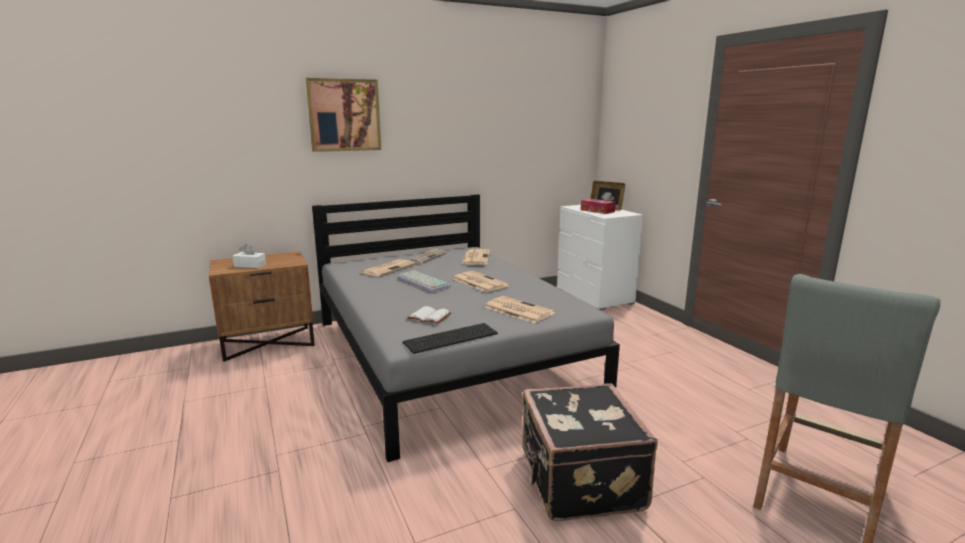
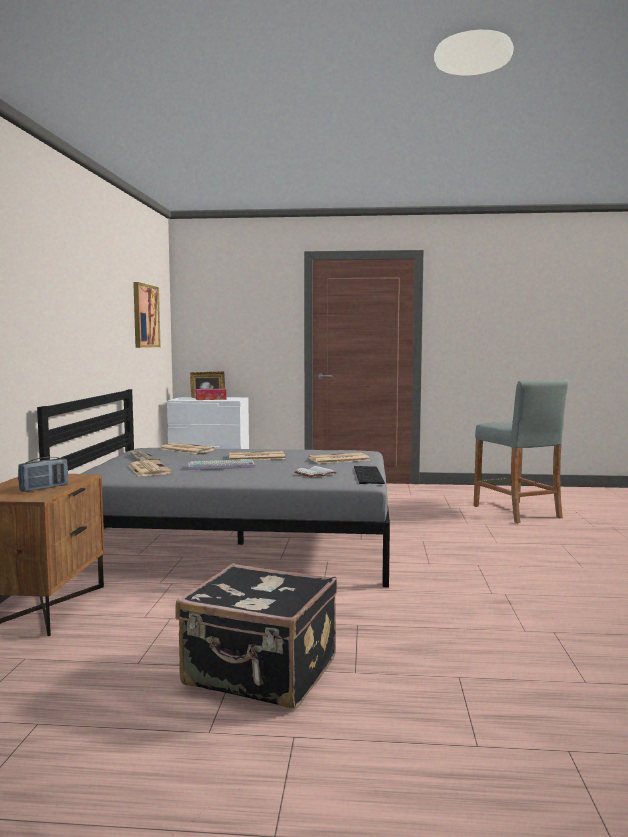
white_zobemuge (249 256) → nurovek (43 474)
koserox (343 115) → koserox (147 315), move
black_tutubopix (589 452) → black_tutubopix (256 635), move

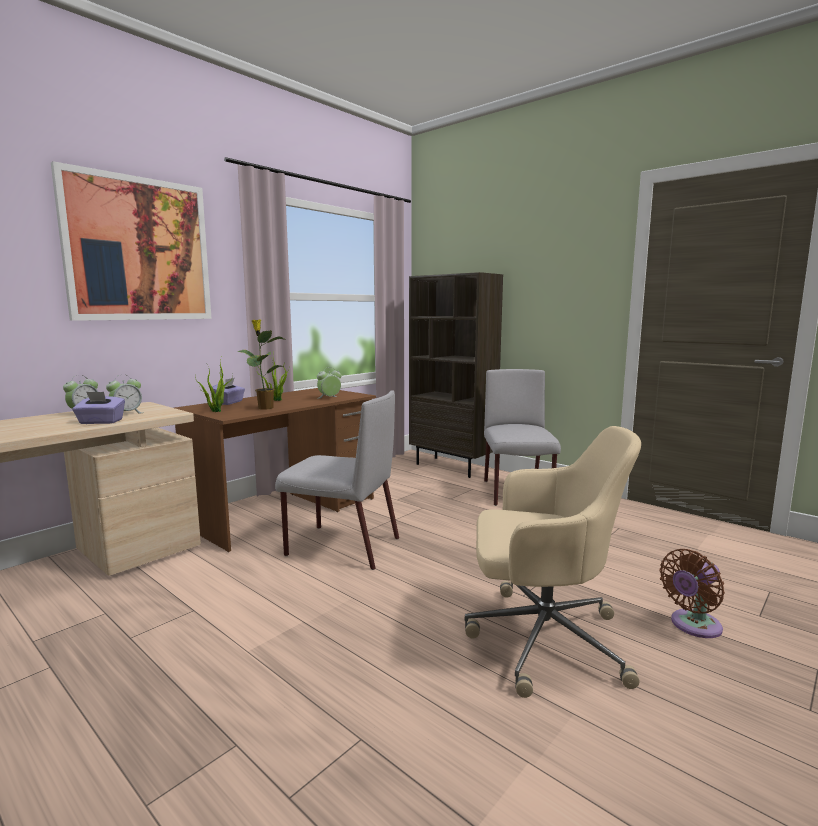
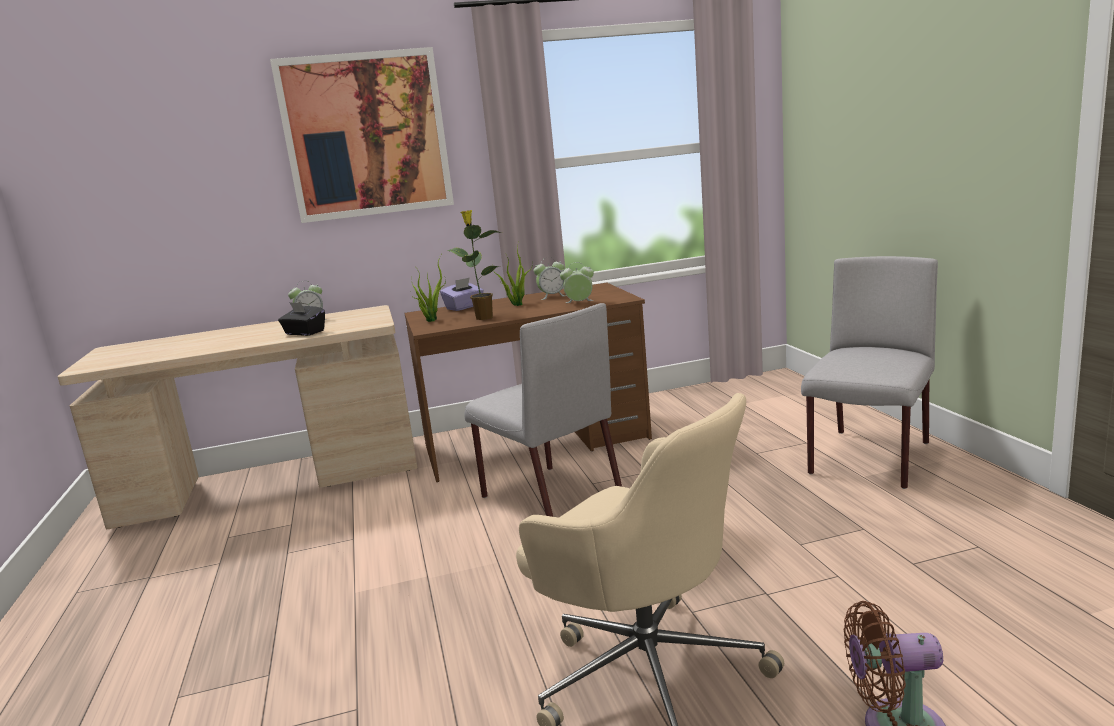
purple_zobemuge (98 408) → black_zobemuge (301 319)
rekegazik (125 394) → rekegazik (549 278), move
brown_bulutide (456 375) → -

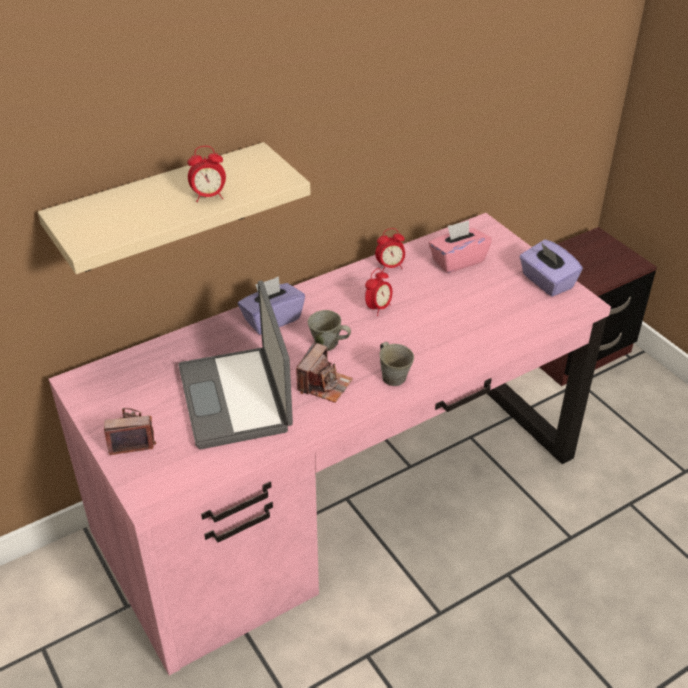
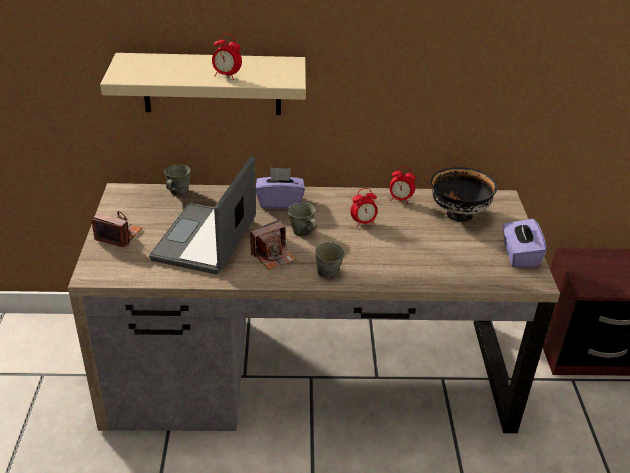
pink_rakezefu (330 444) → brown_rakezefu (314 308)
- → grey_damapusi (178 180)
pink_zobemuge (460 246) → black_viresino (464 194)

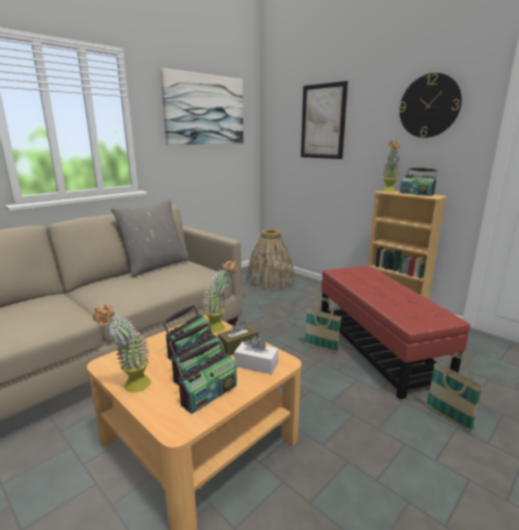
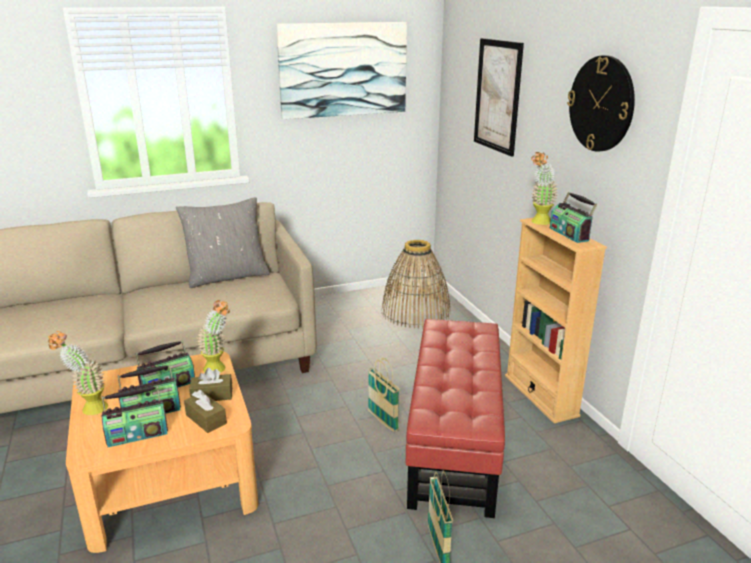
white_zobemuge (256 355) → brown_zobemuge (205 411)

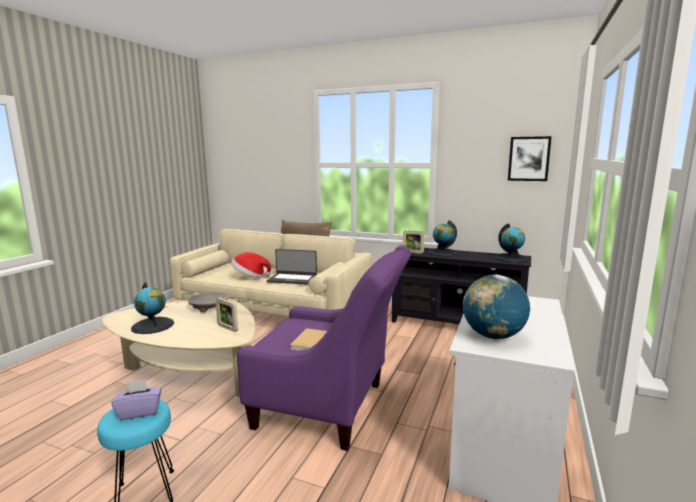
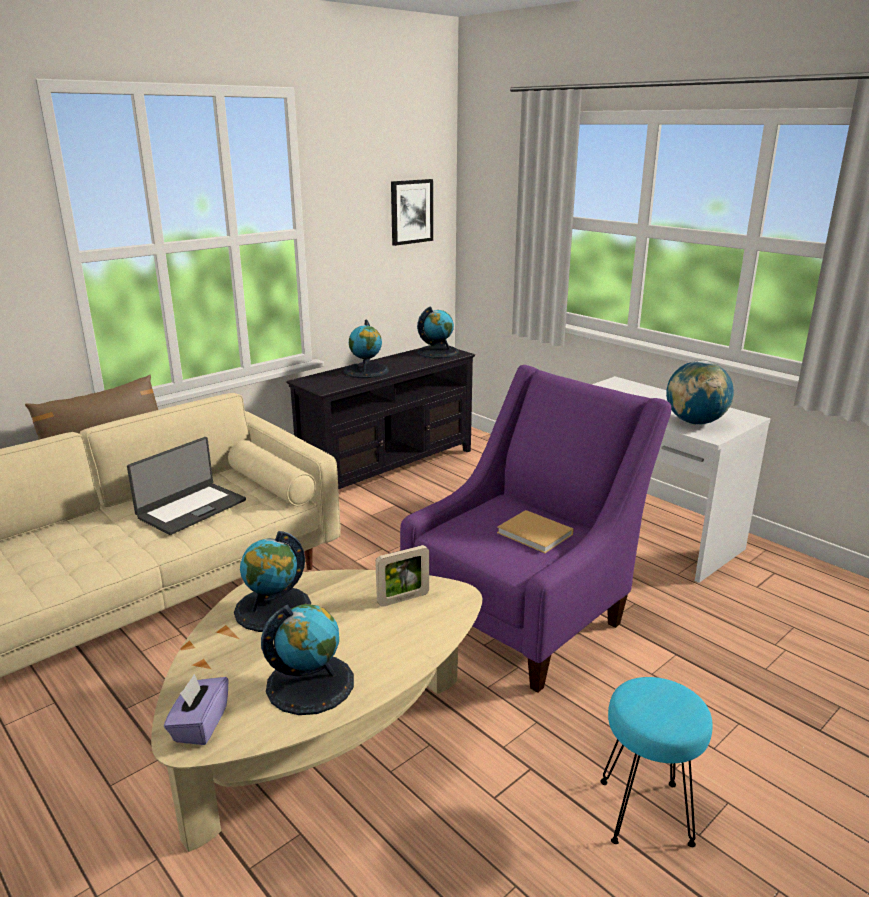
purple_zobemuge (136 399) → purple_zobemuge (196 709), move
beige_viresino (208 302) → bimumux (272 581)
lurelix (251 265) → -
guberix (414 242) → -

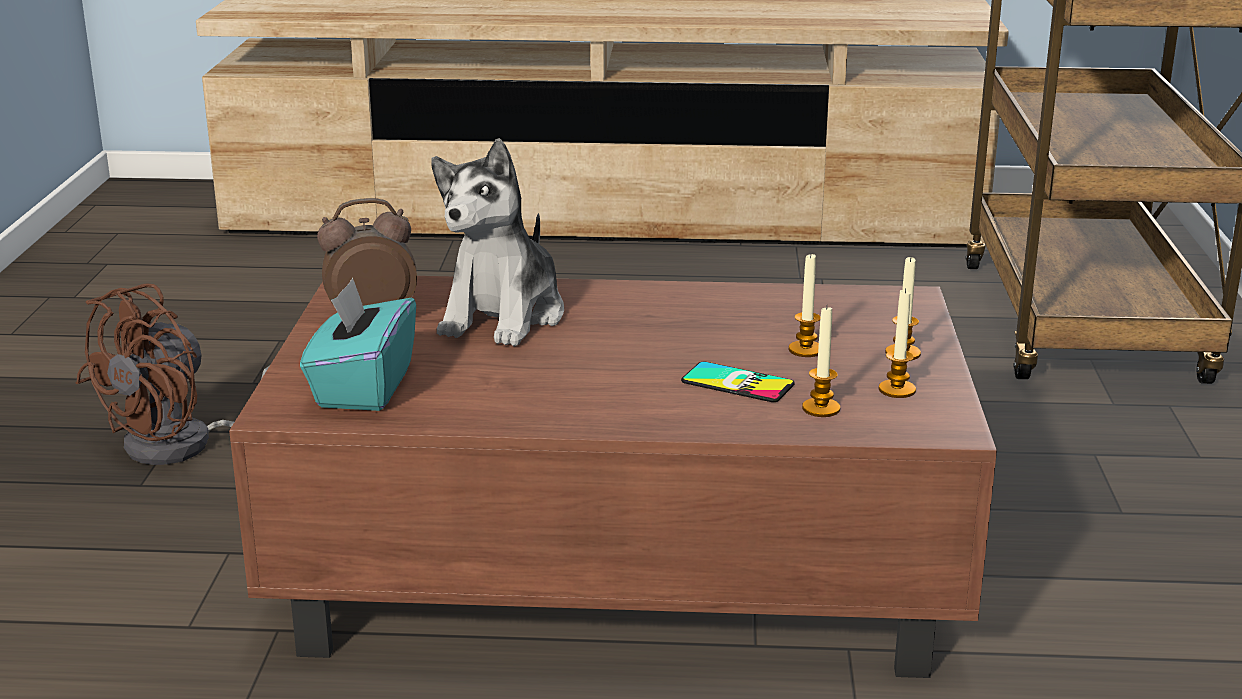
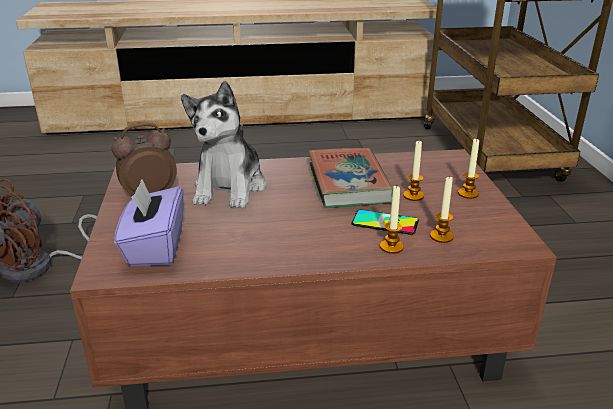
turquoise_zobemuge (358 344) → purple_zobemuge (148 222)
- → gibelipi (350 178)
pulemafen (897 343) → pulemafen (392 220), move

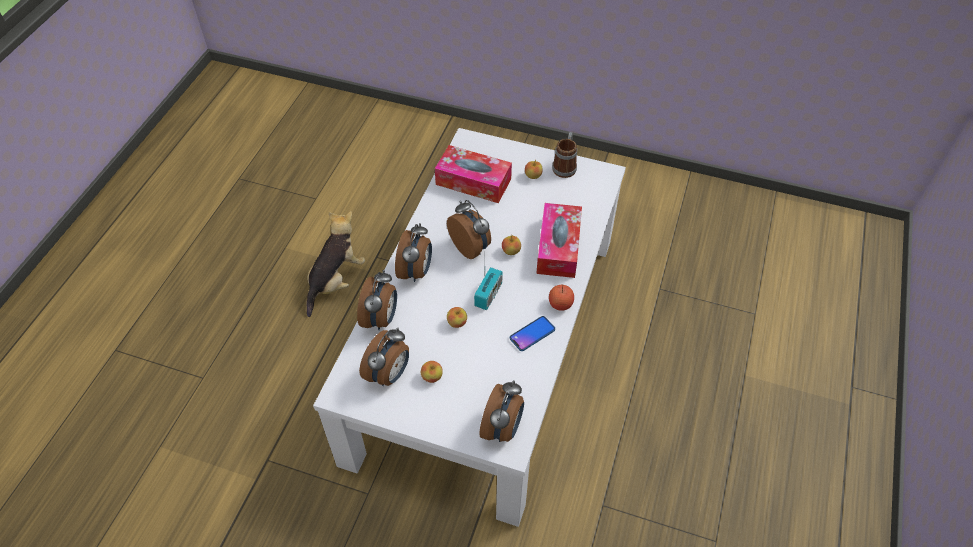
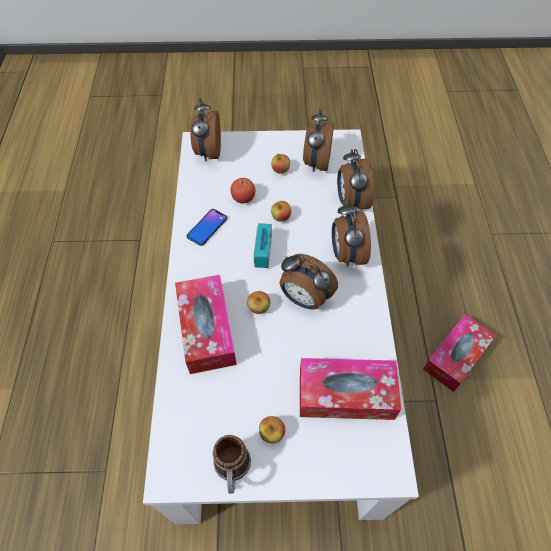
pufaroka (561 298) → pufaroka (243 190), move
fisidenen (336 264) → zobemuge (459 353)

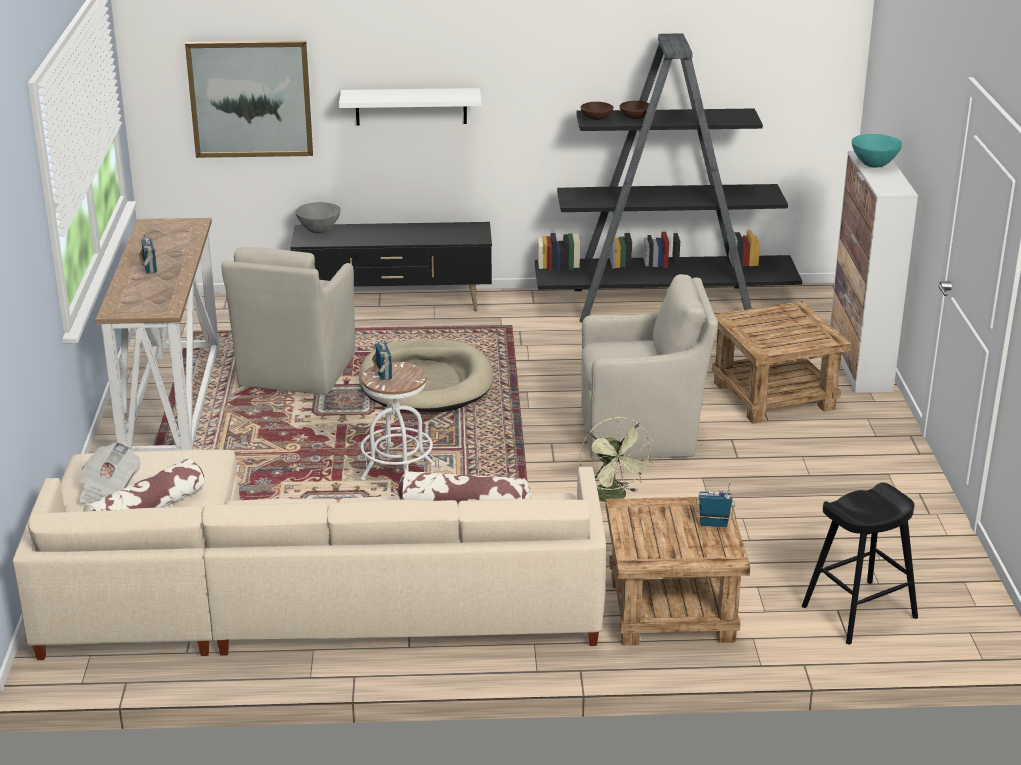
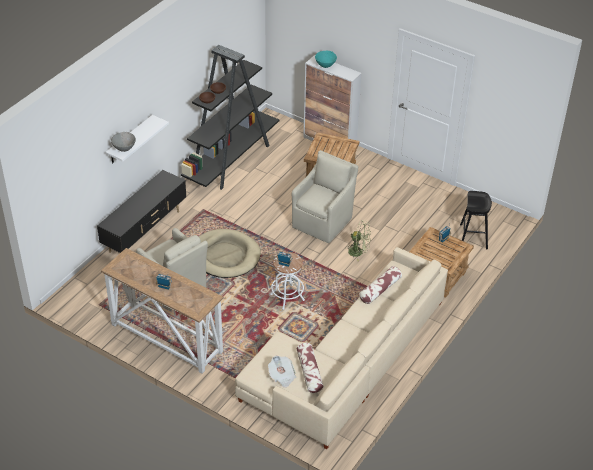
grey_viresino (318 217) → grey_viresino (123 142), move
koserox (249 99) → -

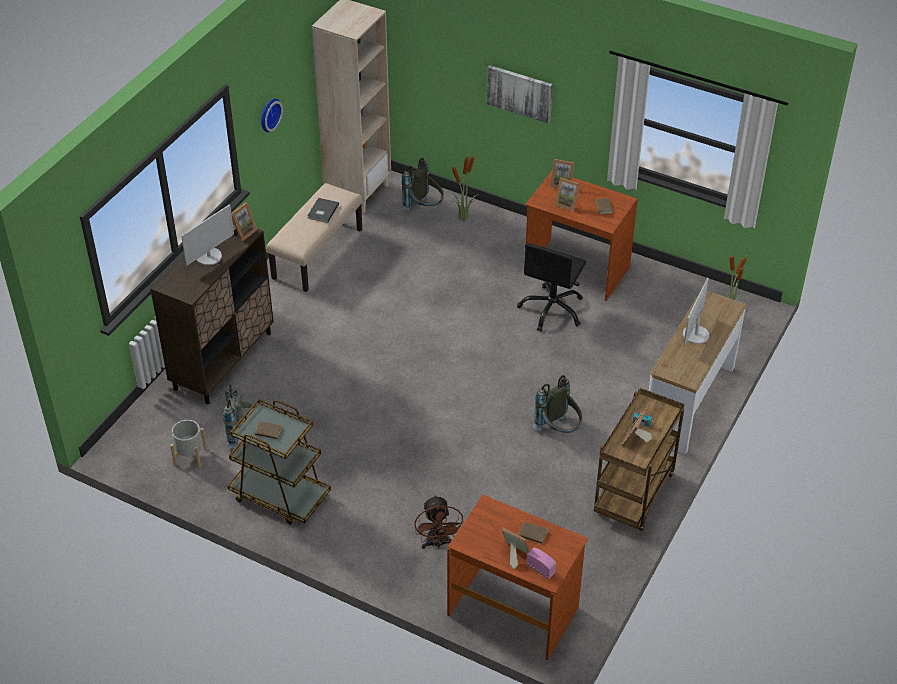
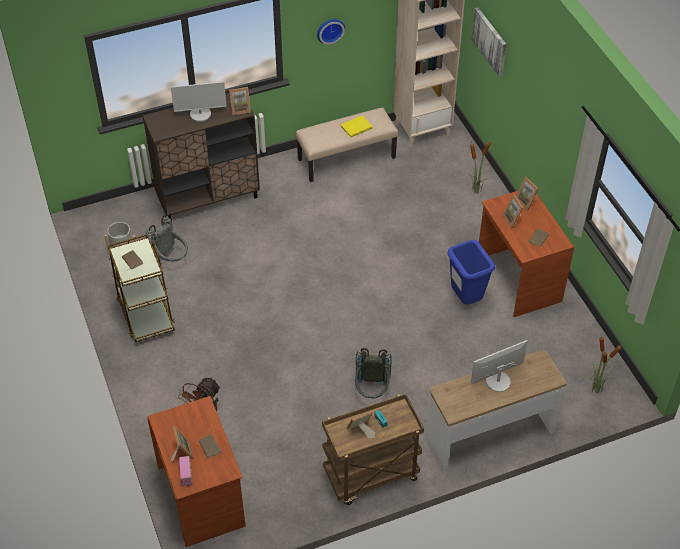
grey_gibelipi (323 210) → yellow_gibelipi (356 127)
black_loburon (551 287) → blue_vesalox (471 272)
koserox (520 94) → koserox (488 42), move
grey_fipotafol (422 184) → -

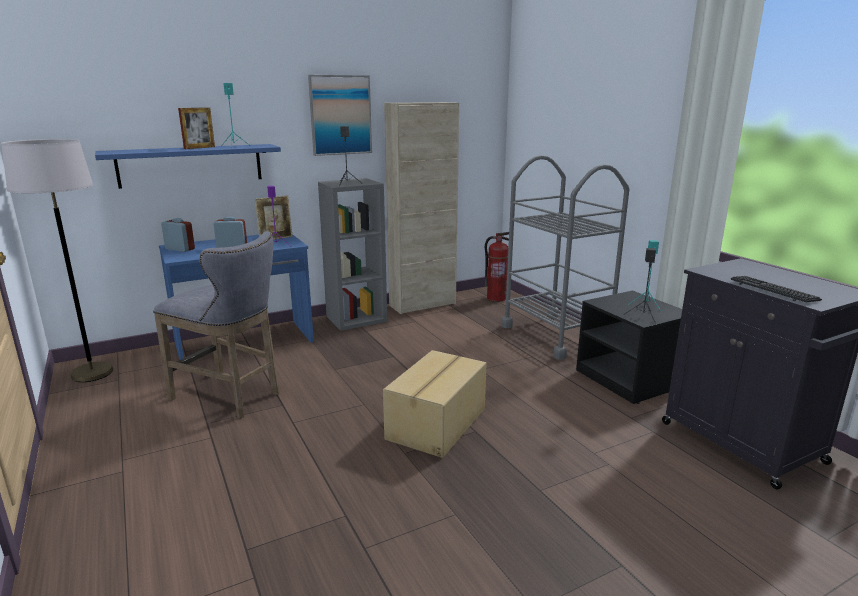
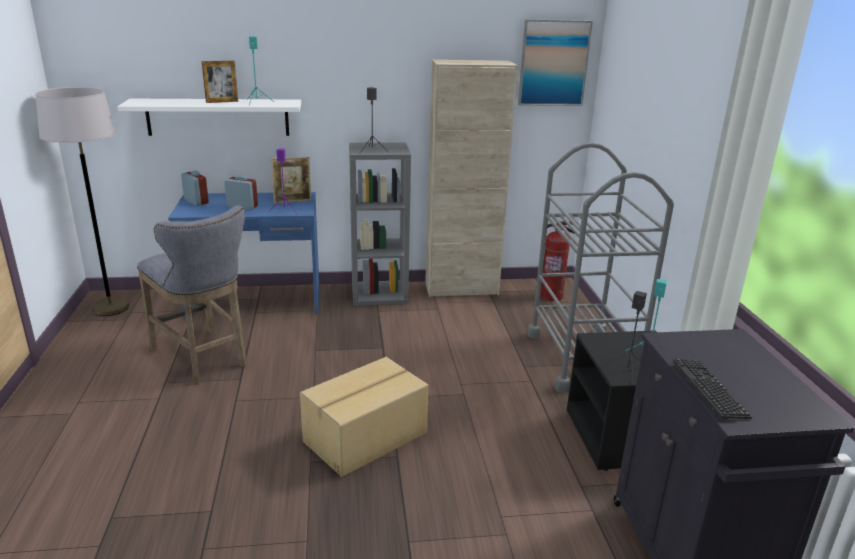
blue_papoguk (188 166) → white_papoguk (209 117)
koserox (340 115) → koserox (555 62), move

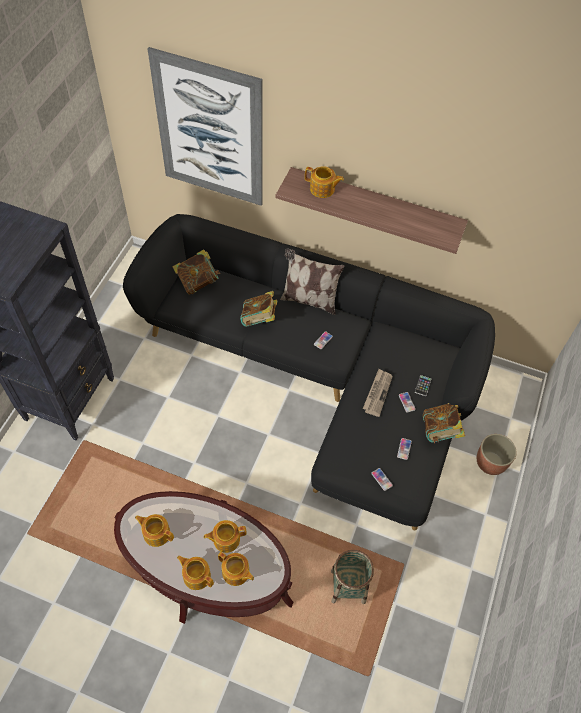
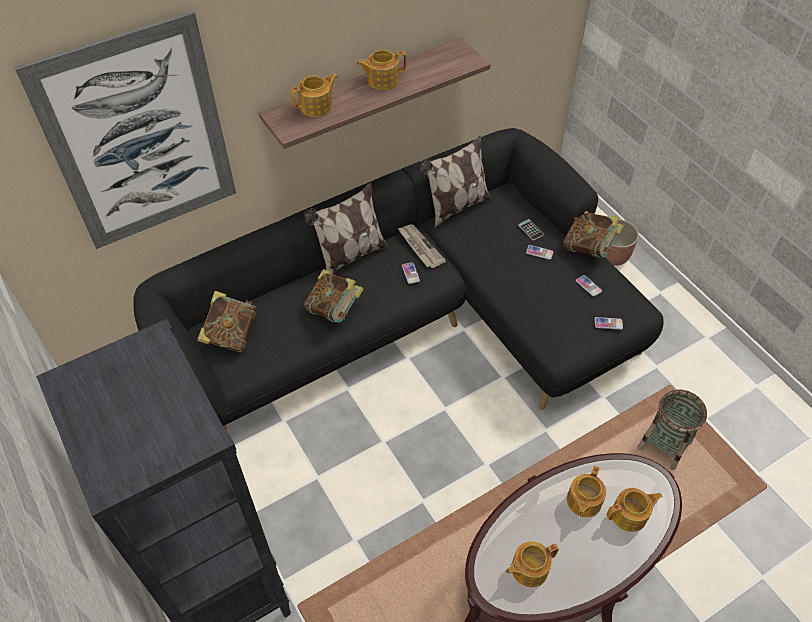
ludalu (195 573) → ludalu (382 70), move
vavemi (378 393) → vavemi (422 246), move
- → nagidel (455 181)

